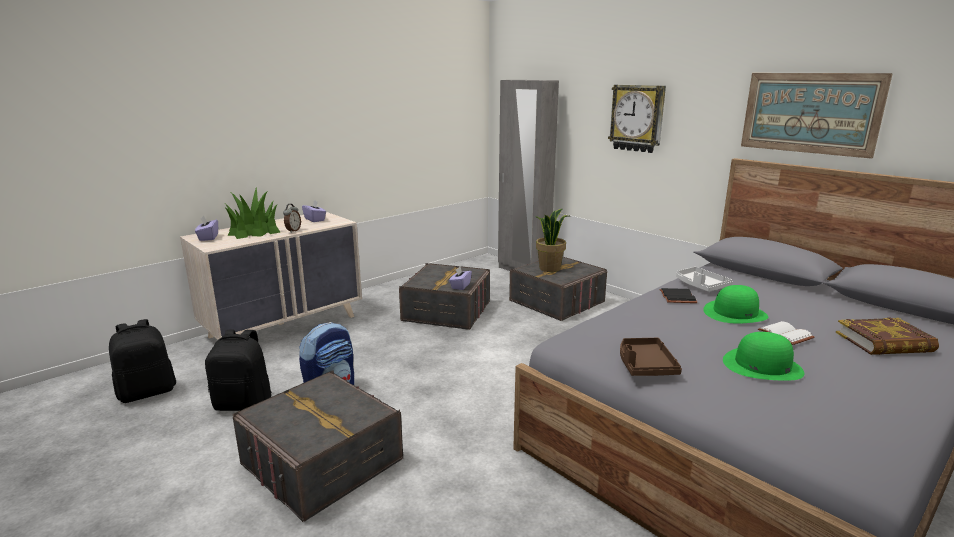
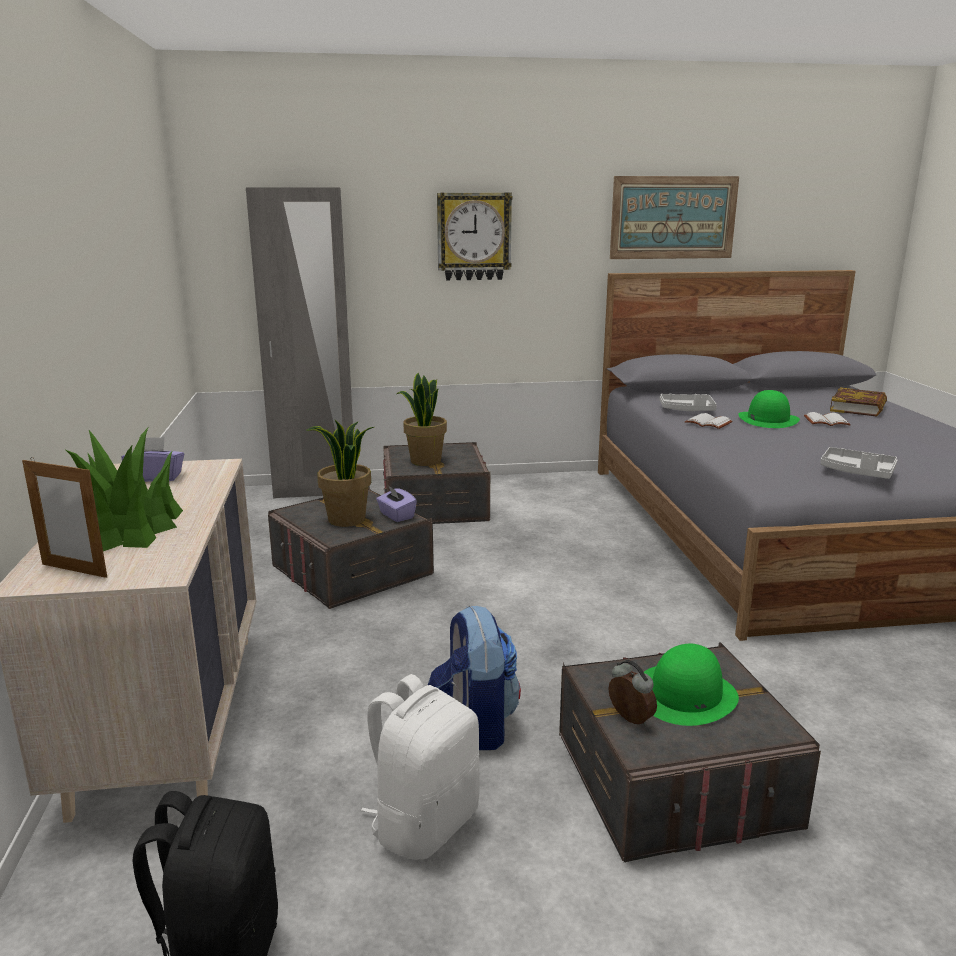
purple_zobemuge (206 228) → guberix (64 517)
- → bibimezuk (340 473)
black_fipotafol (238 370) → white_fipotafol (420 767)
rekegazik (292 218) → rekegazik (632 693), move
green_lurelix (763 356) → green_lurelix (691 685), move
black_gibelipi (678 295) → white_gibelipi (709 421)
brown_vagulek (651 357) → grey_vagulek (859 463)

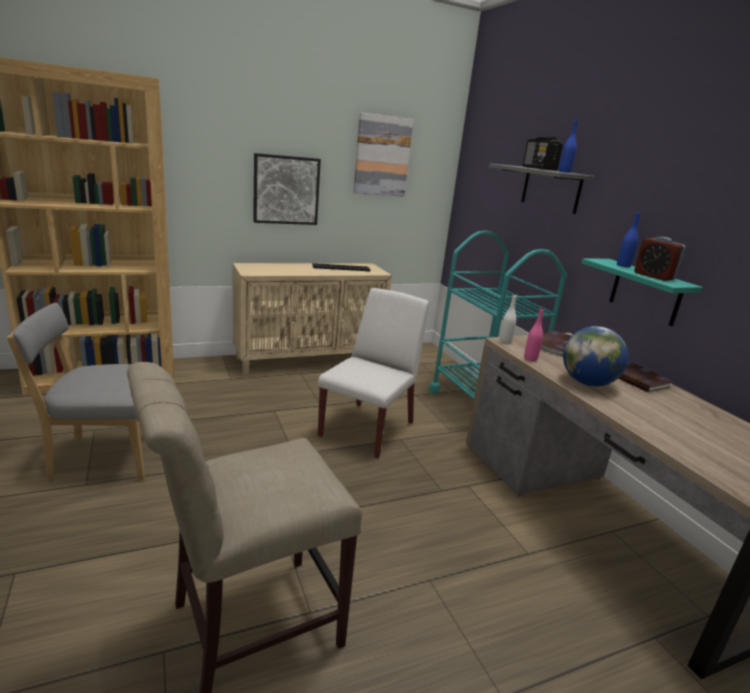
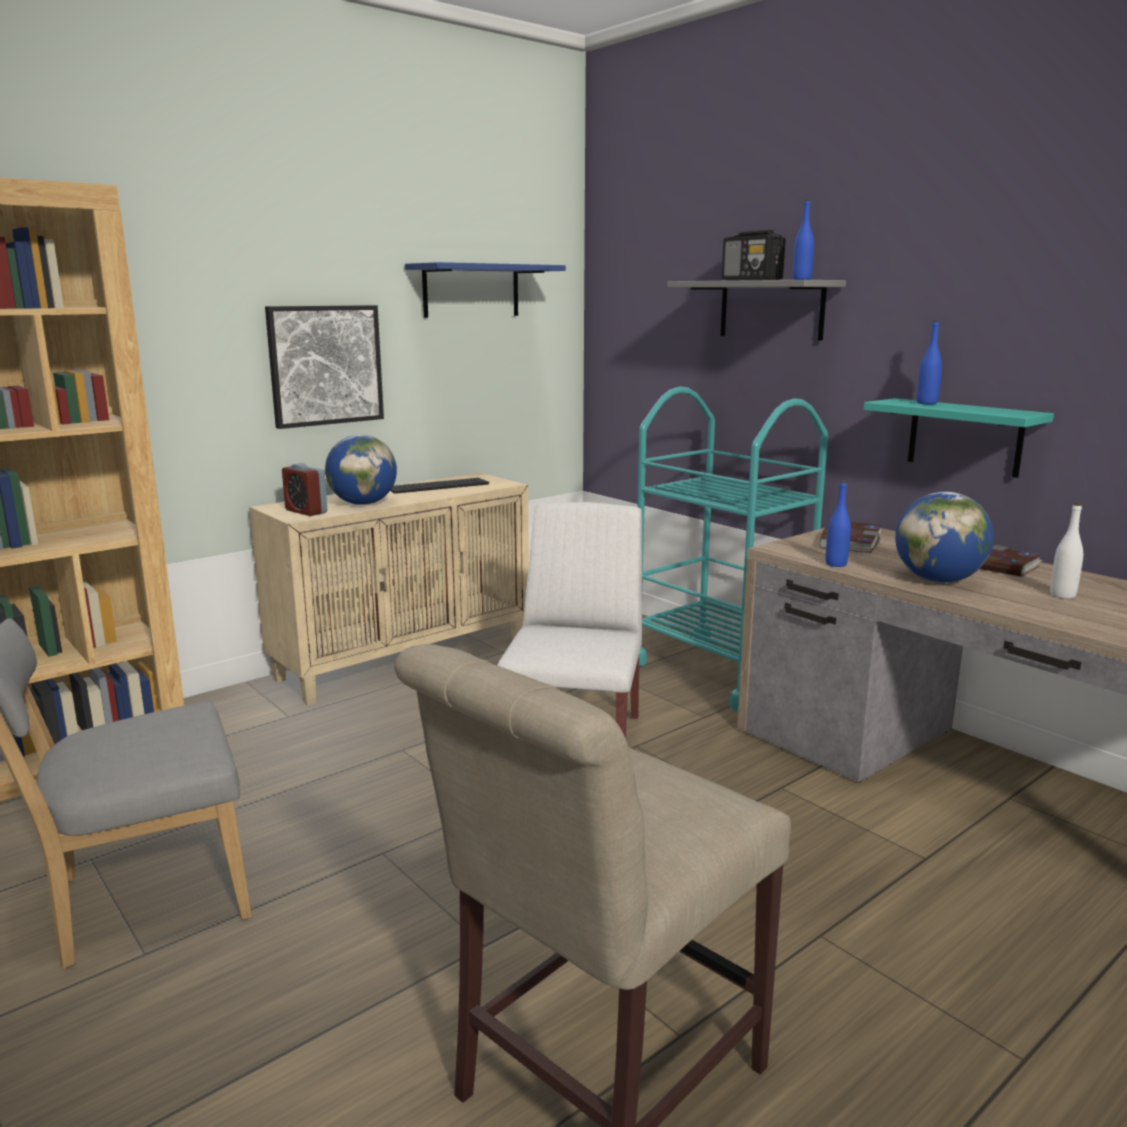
rekegazik (660 259) → rekegazik (304 489), move
- → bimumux (361 469)
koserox (384 155) → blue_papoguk (485 290)
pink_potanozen (534 334) → blue_potanozen (838 524)
white_potanozen (508 318) → white_potanozen (1066 551), move

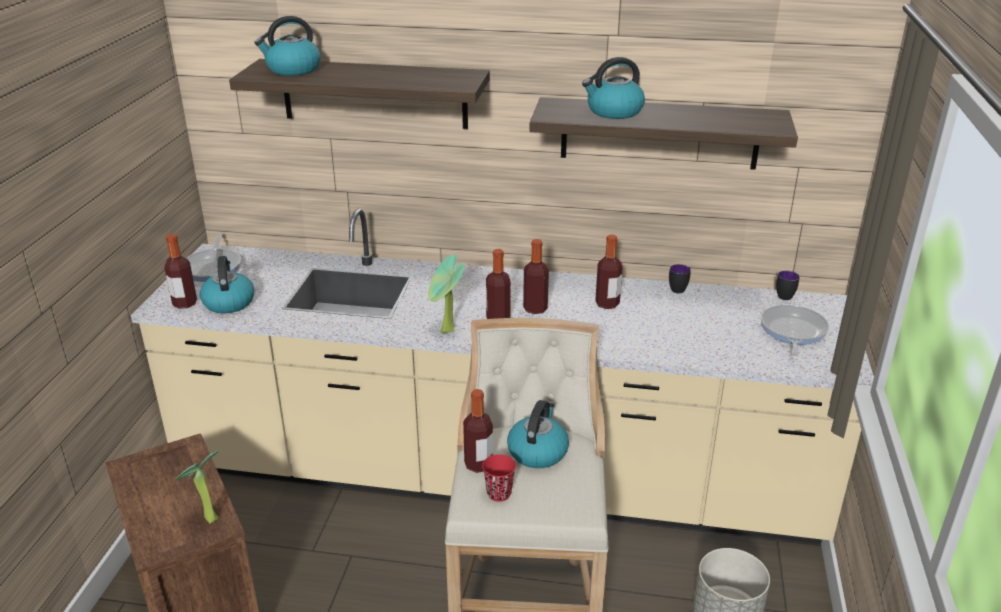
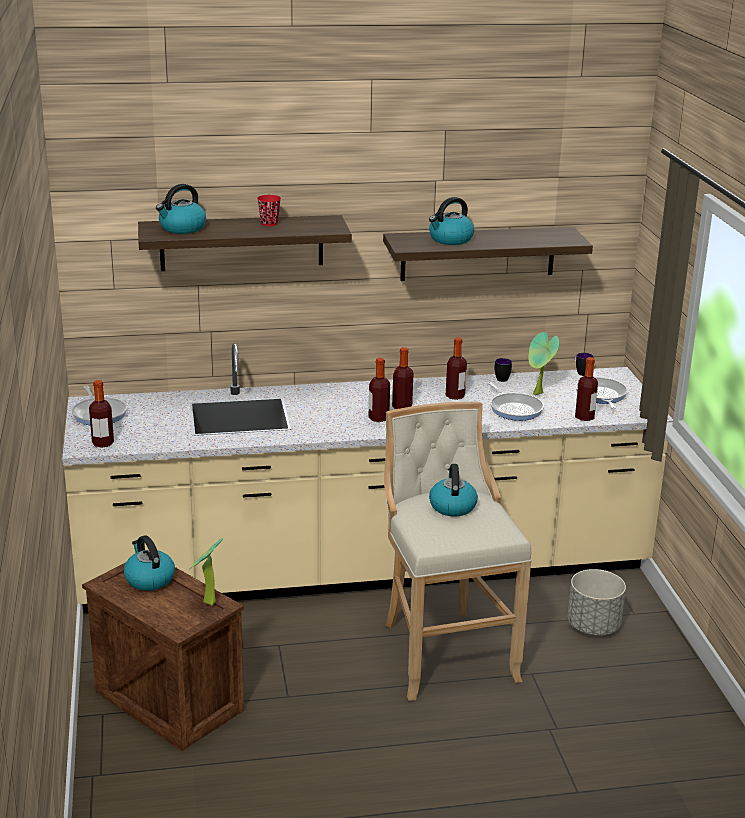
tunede (227 285) → tunede (149 563), move
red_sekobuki (499 478) → red_sekobuki (269 210), move
- → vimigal (515 401)
bibimezuk (446 294) → bibimezuk (544 363), move
potanozen (478 431) → potanozen (586 389), move

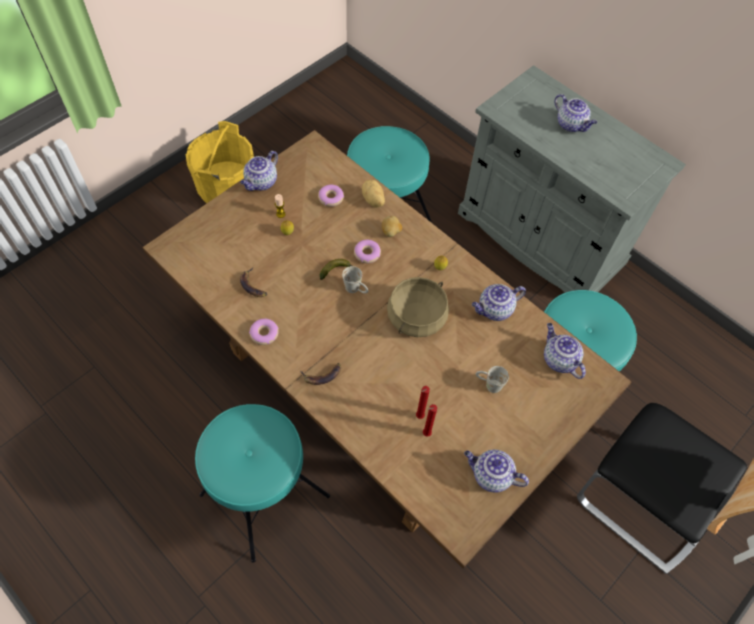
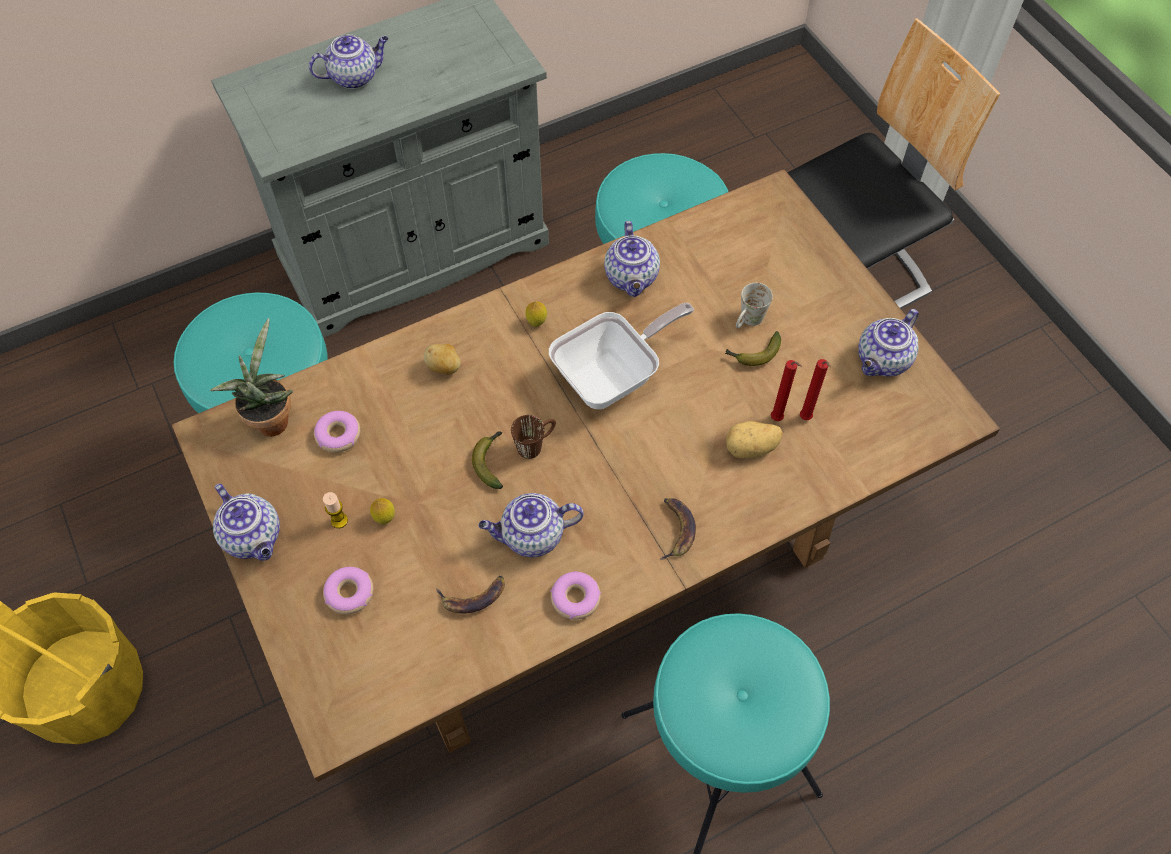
- → bibimezuk (251 377)
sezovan (367 251) → sezovan (348 591), move
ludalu (565 351) → ludalu (531 525), move
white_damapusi (355 279) → brown_damapusi (533 437)
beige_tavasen (418 307) → vimigal (621 356)
- → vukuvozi (753 348)
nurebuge (373 194) → nurebuge (754 439), move

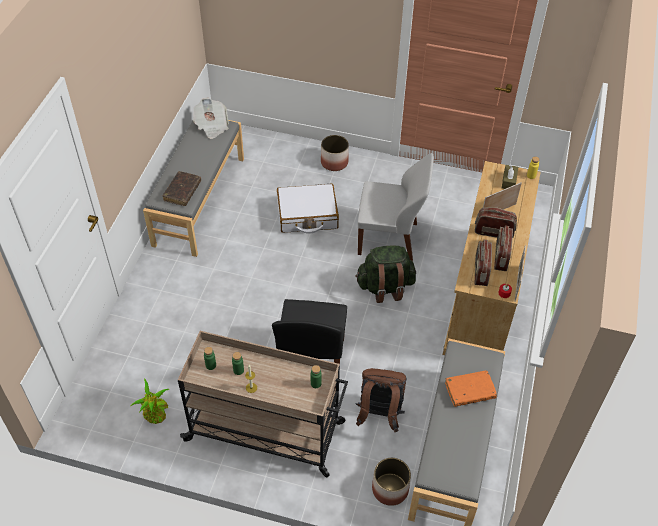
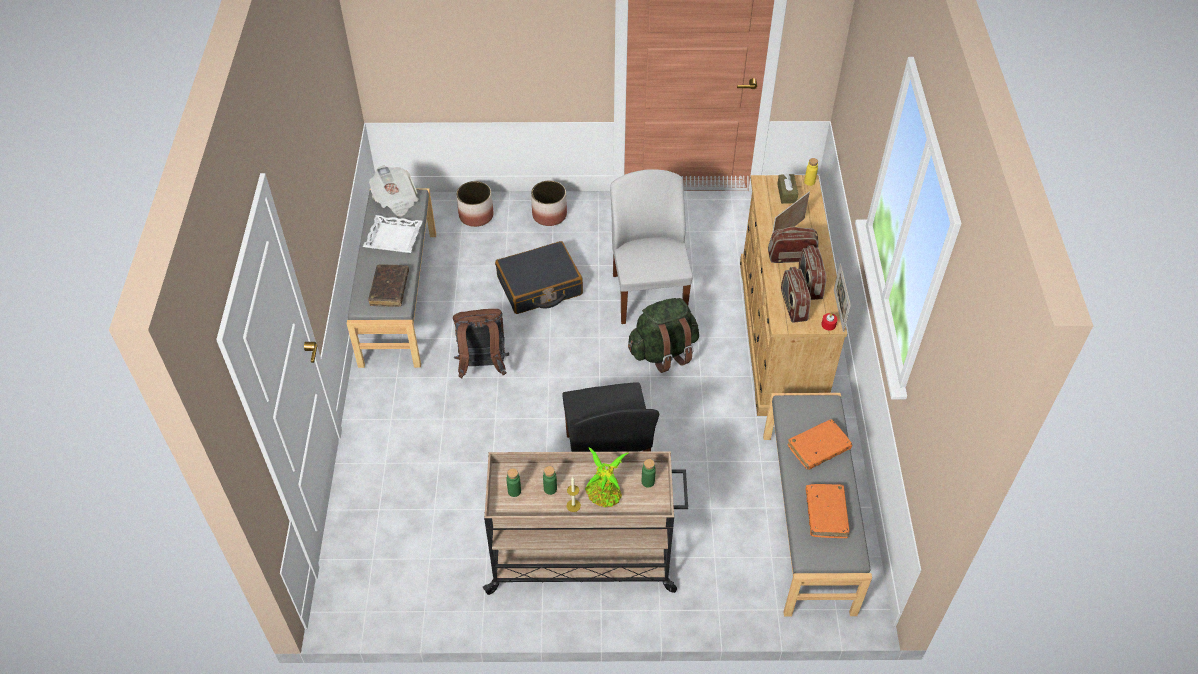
- → white_vagulek (393 234)
brown_fipotafol (381 400) → brown_fipotafol (481 343), move
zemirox (391 481) → zemirox (474 204), move
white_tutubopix (308 208) → black_tutubopix (539 277)
bibimezuk (150 401) → bibimezuk (606 477), move
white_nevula (396 207) → white_nevula (651 246), 90 degrees counterclockwise
- → orange_gibelipi (827 511)

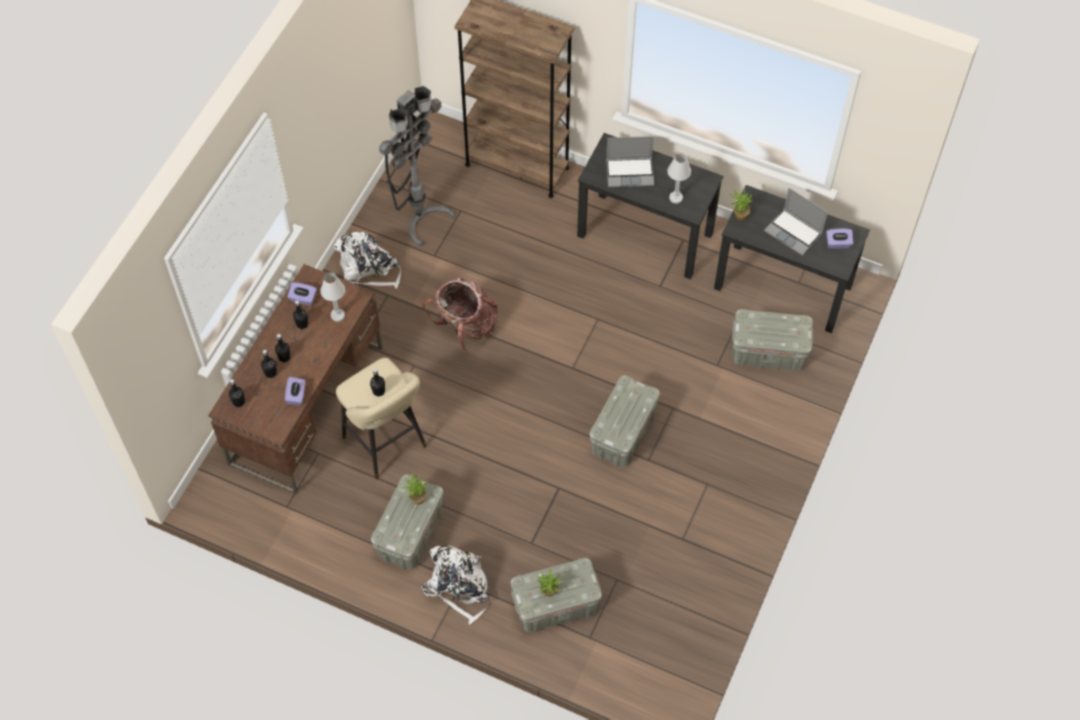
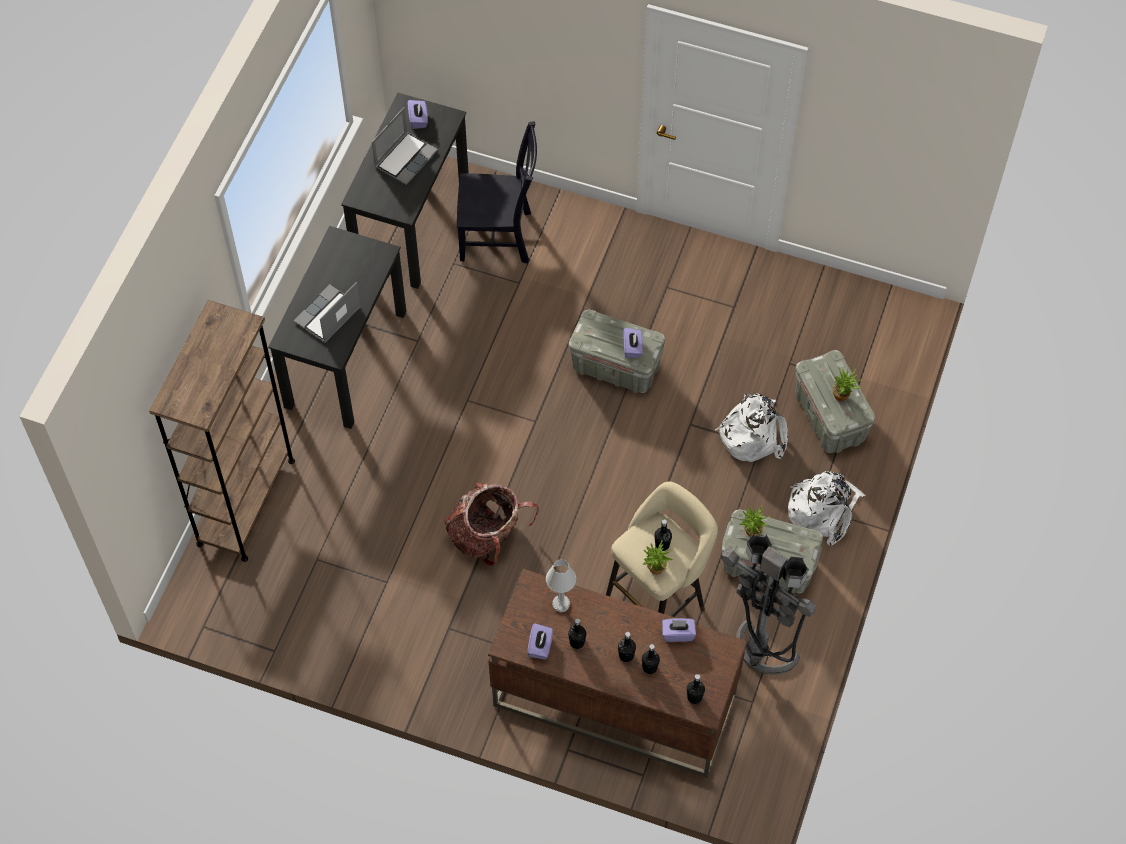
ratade (630 161) → ratade (327 312), 135 degrees counterclockwise
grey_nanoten (772 340) → black_nevula (497 192)
- → purple_zobemuge (633 343)
bibimezuk (741 203) → bibimezuk (658 557), move
white_fipotafol (367 260) → white_fipotafol (751 427), move
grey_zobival (417 166) → grey_zobival (768 603), move
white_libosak (679 178) → -

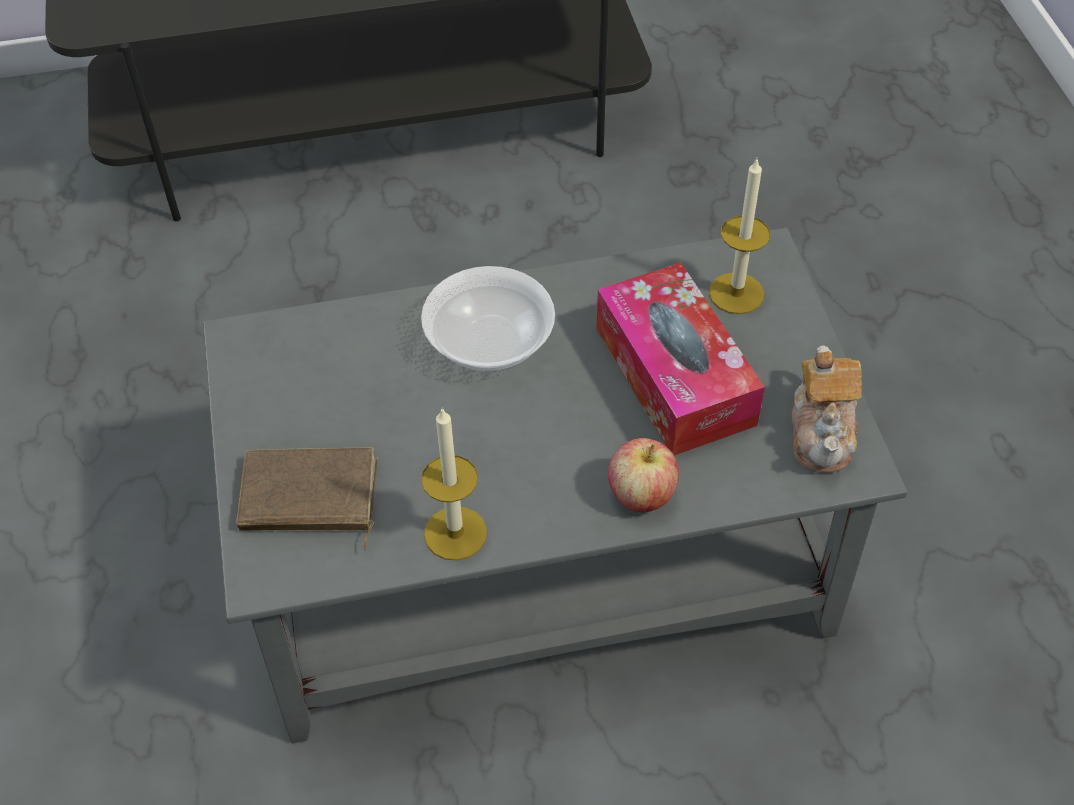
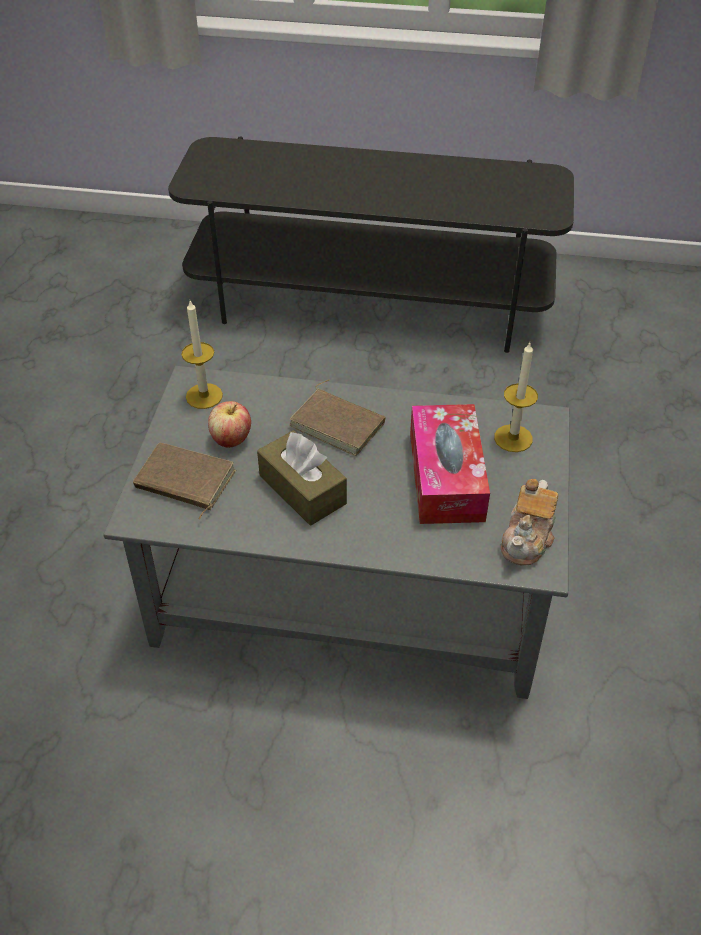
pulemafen (454 484) → pulemafen (202 355), move
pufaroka (643 475) → pufaroka (229 424), move
- → brown_zobemuge (302 477)
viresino (488 318) → brown_gibelipi (337 418)

